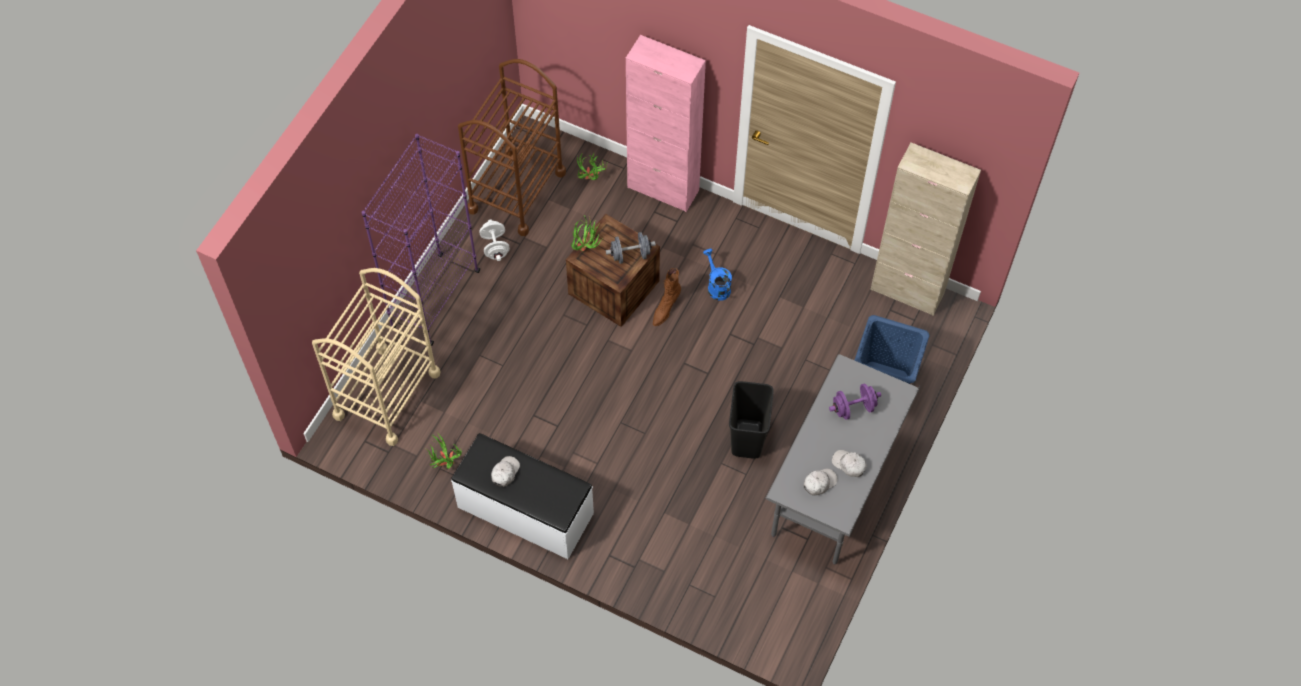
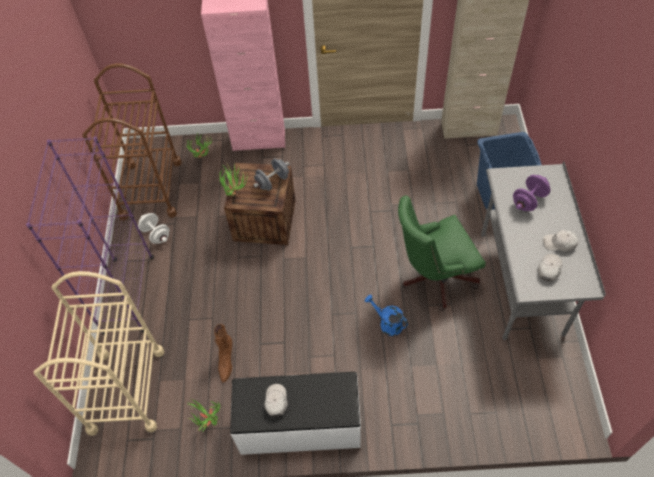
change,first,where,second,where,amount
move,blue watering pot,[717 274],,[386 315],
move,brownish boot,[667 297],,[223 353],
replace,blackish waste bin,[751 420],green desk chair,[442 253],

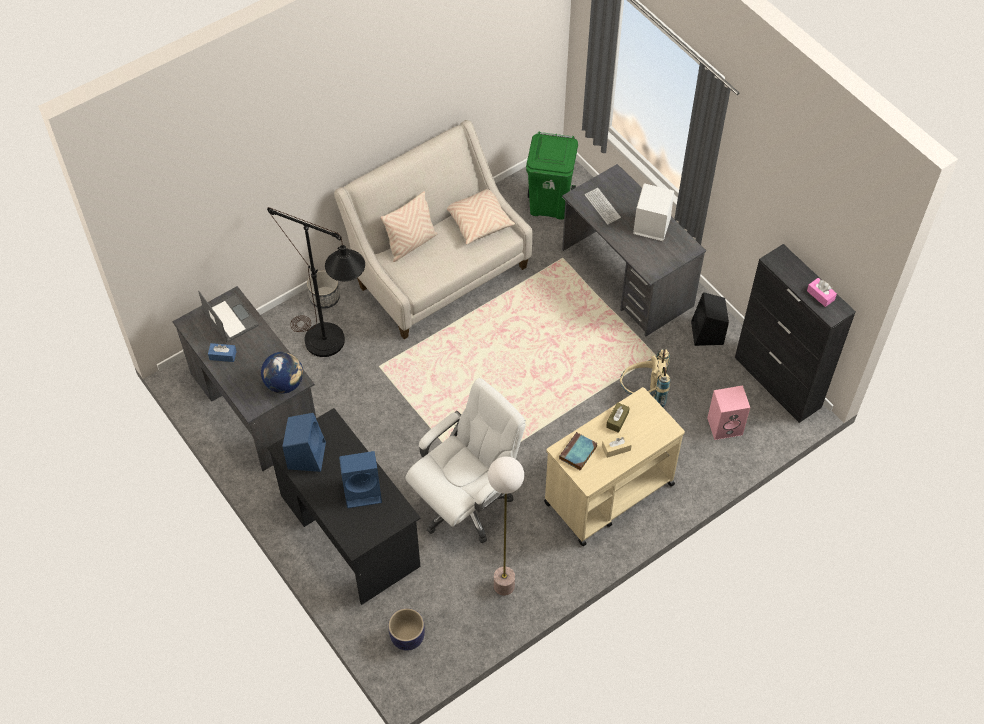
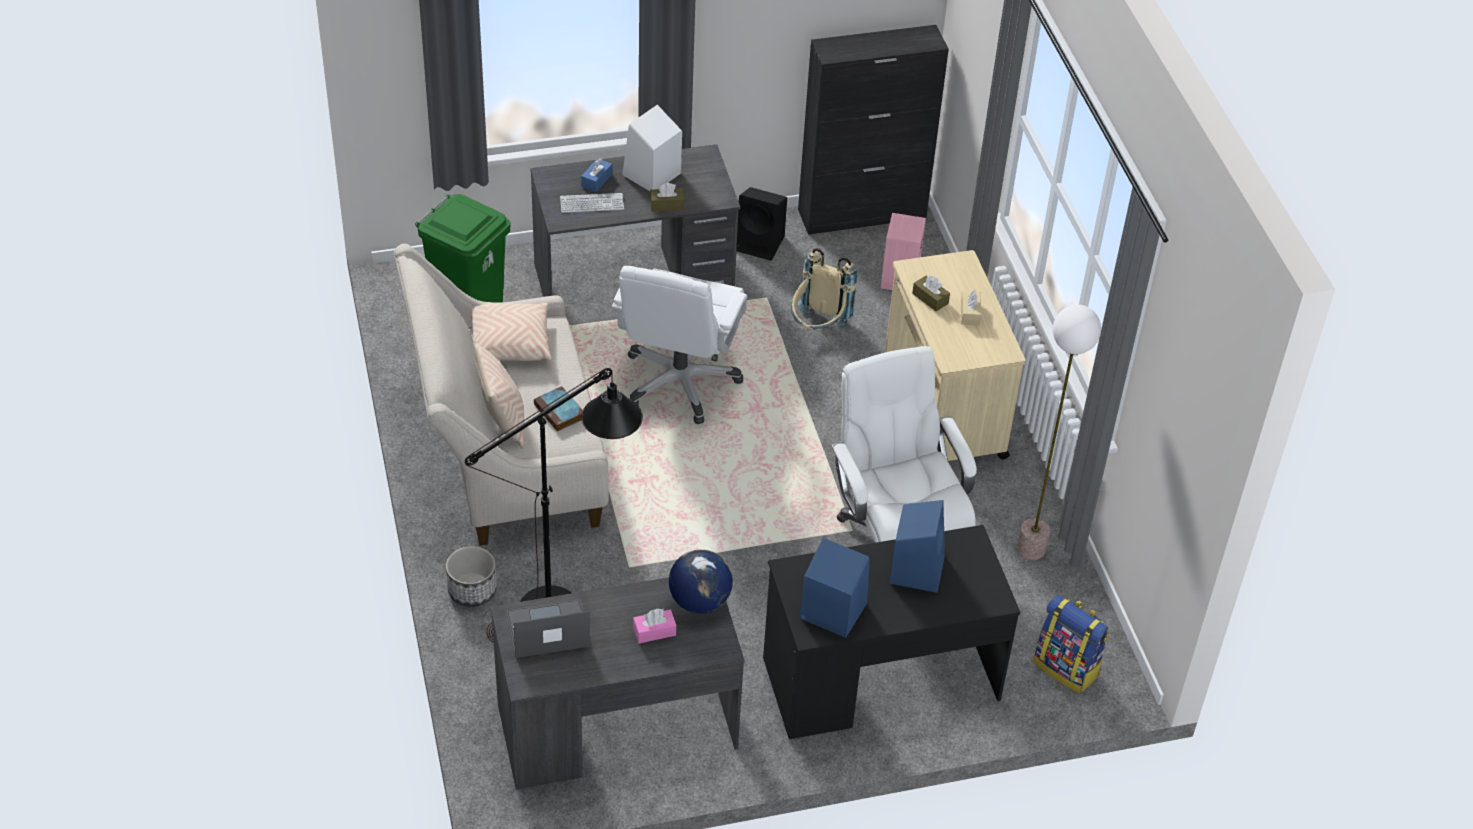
change,first,where,second,where,amount
move,pinkish tissue box,[822 292],,[654 625],
move,blue tissue box,[222 352],,[596 175],
move,bound book,[578 451],,[558 409],
replace,flower pot,[406 629],rucksack,[1071 644],
insert,,,brownish tissue box,[667 197],
insert,,,whitish desk chair,[679 345],

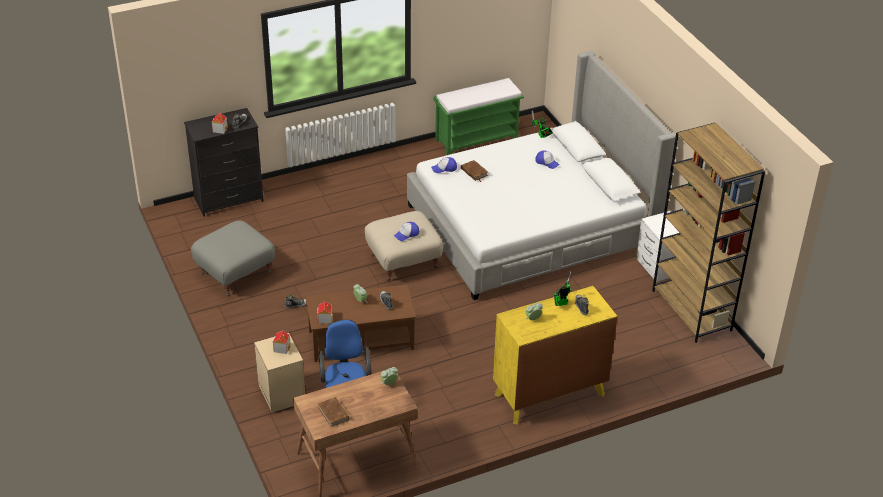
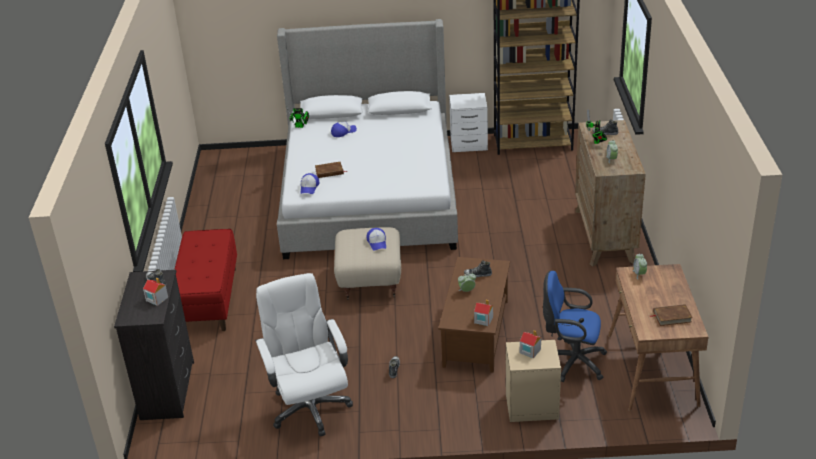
change,first,where,second,where,amount
delete,green long seat,[478 116],,,
replace,greyish ottoman,[233 258],whitish desk chair,[304 354],
recolor,yellowish dresser,[555 355],brownish dresser,[610 193],
insert,,,red long seat,[205 280],

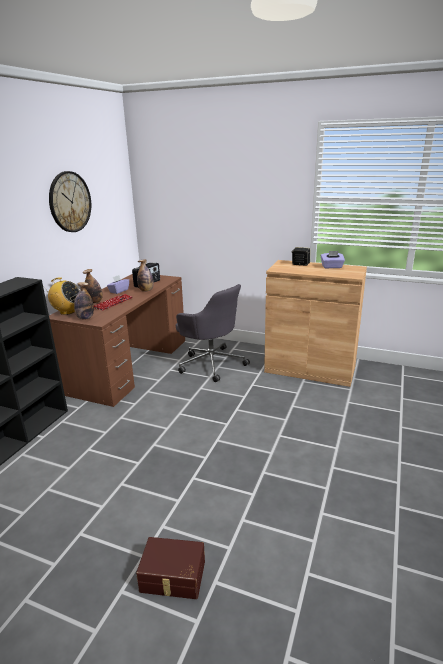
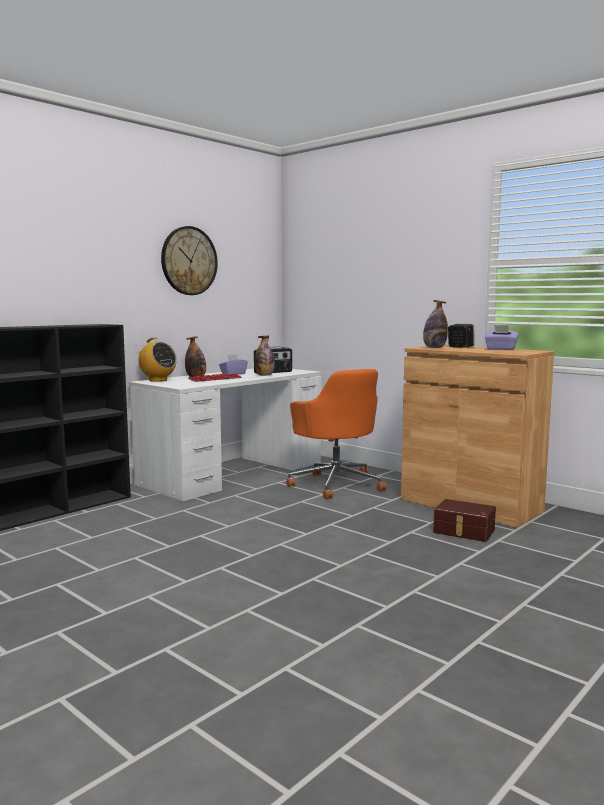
change,first,where,second,where,amount
recolor,brownish desk,[117 340],whitish desk,[225 435],
move,drink bottle,[84 301],,[435 324],
recolor,greyish desk chair,[213 333],orangey desk chair,[336 434],
move,brownish storage container,[170 568],,[464 520],

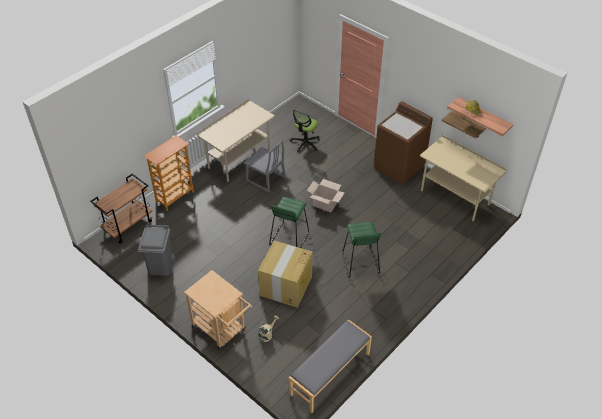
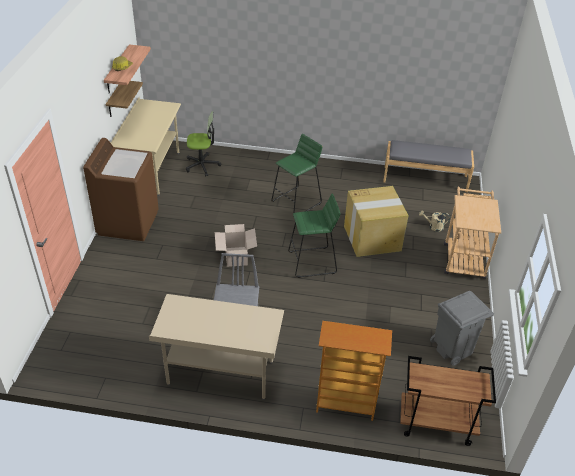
change,first,where,second,where,amount
move,desk chair,[305 131],,[203 144],

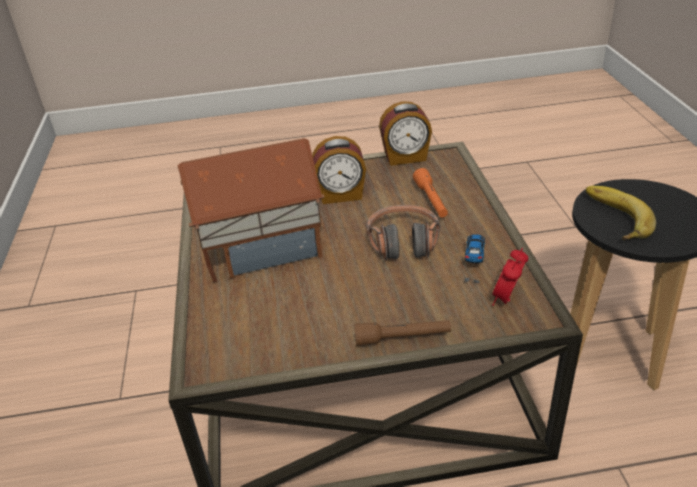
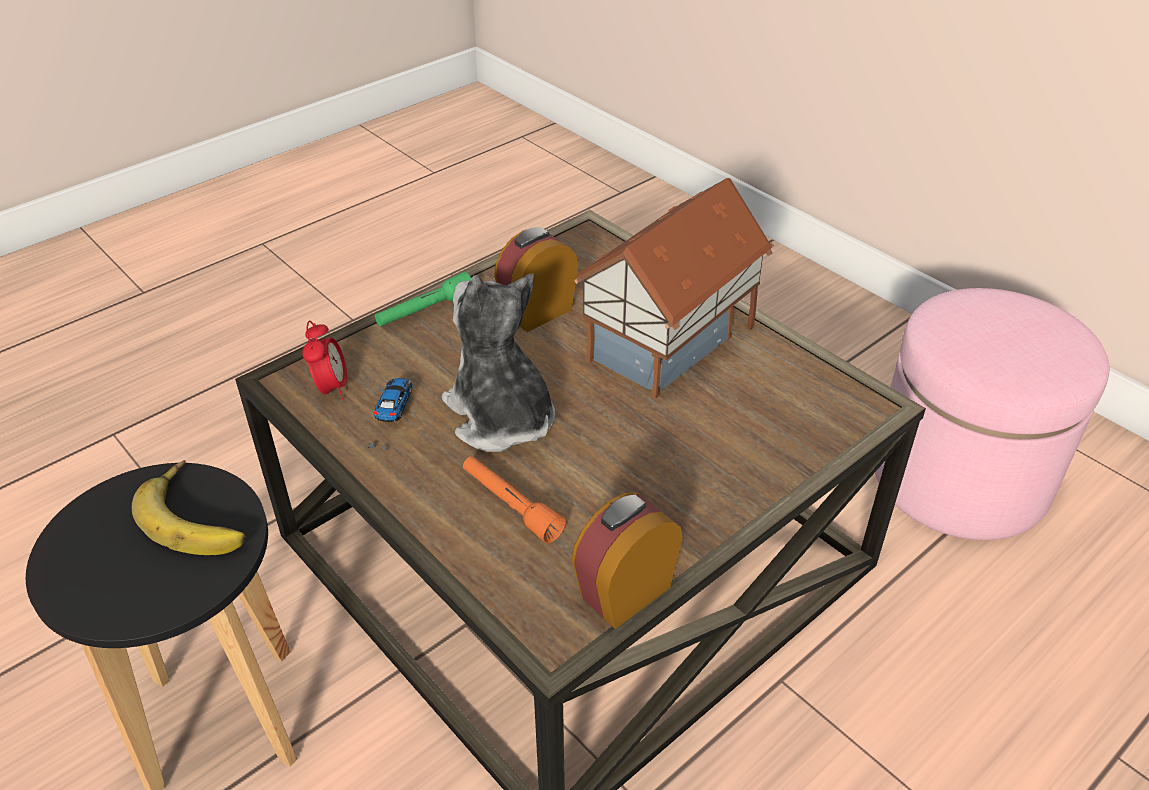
change,first,where,second,where,amount
move,bedside clock,[339 170],,[536 279],
replace,headset,[403 233],cuddly toy,[499 363],
rotate,miniature car,[474 258],,[390 414],150 degrees counterclockwise
recolor,brownish hand torch,[402 333],green hand torch,[423 299],
insert,,,pinkish ottoman,[992 414],

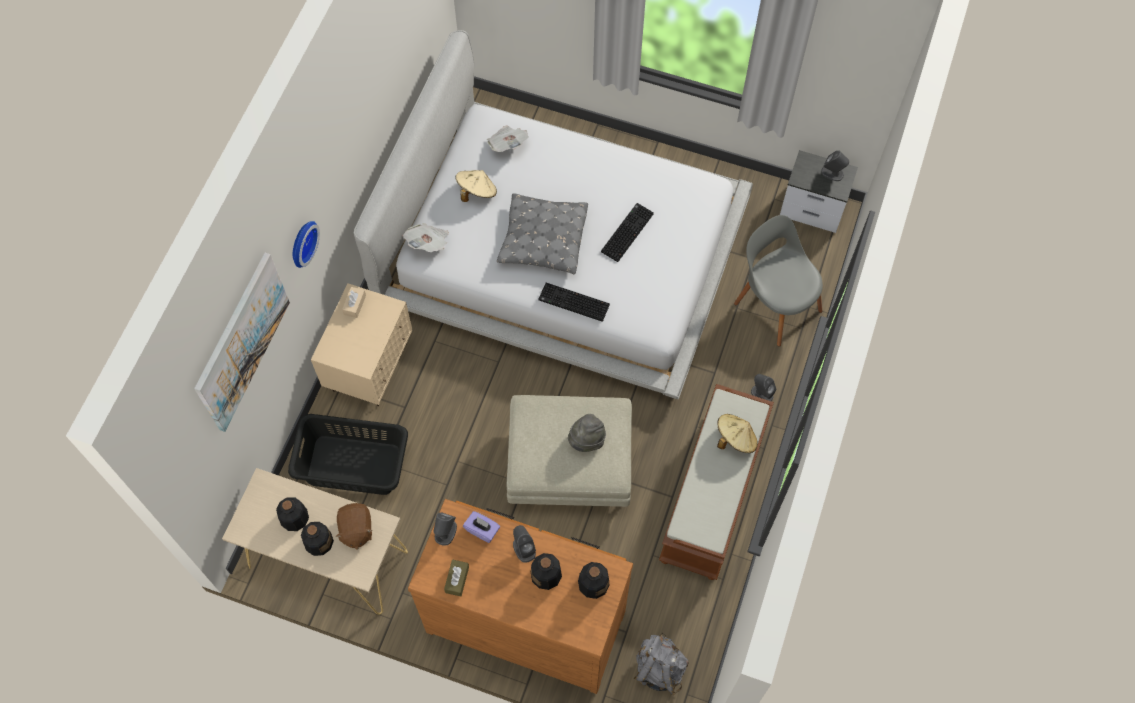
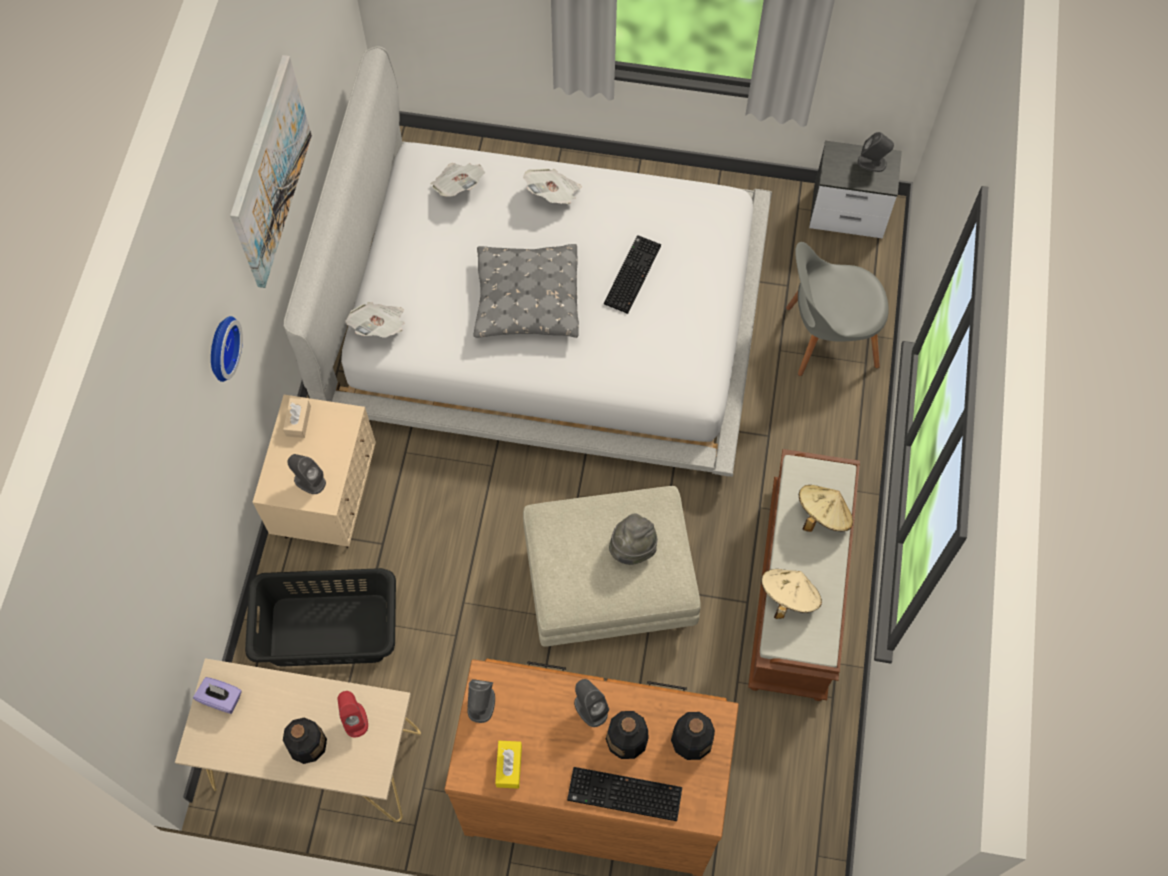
change,first,where,second,where,amount
move,beige-coloured hat,[476 186],,[791 594],
rotate,greyish plain chair,[778 281],,[837 309],45 degrees counterclockwise
move,wall art,[242 342],,[271 171],
move,computer keyboard,[574 302],,[624 794],
move,greyish speaker,[763 387],,[306 474],
delete,drink bottle,[292 514],,,
replace,brownish cuddly toy,[354 526],red speaker,[353 714],
move,purple tissue box,[481 527],,[217 695],
recolor,brownish tissue box,[456 577],yellowish tissue box,[508 765],
delete,greyish rucksack,[661 664],,,
insert,,,printed paper,[552 186],

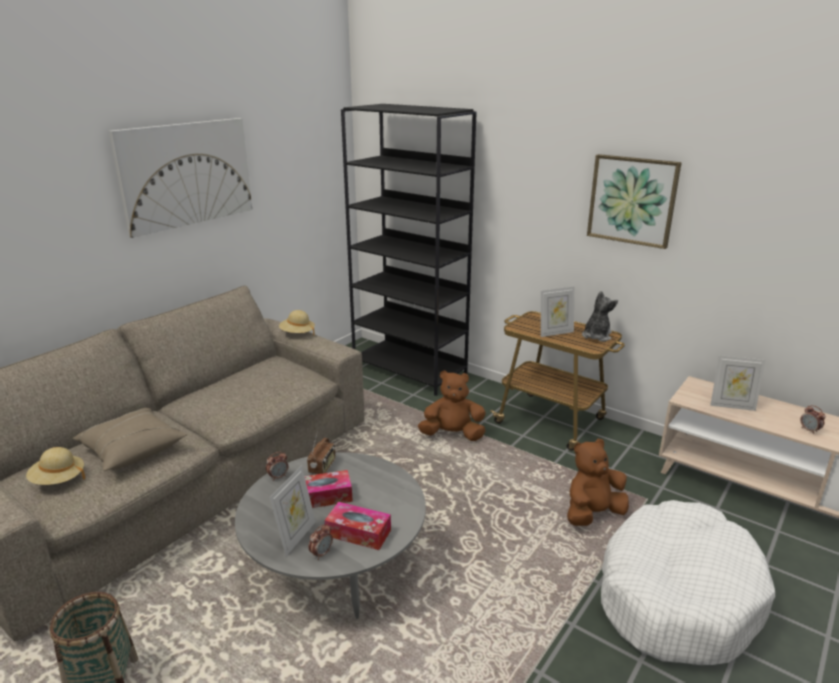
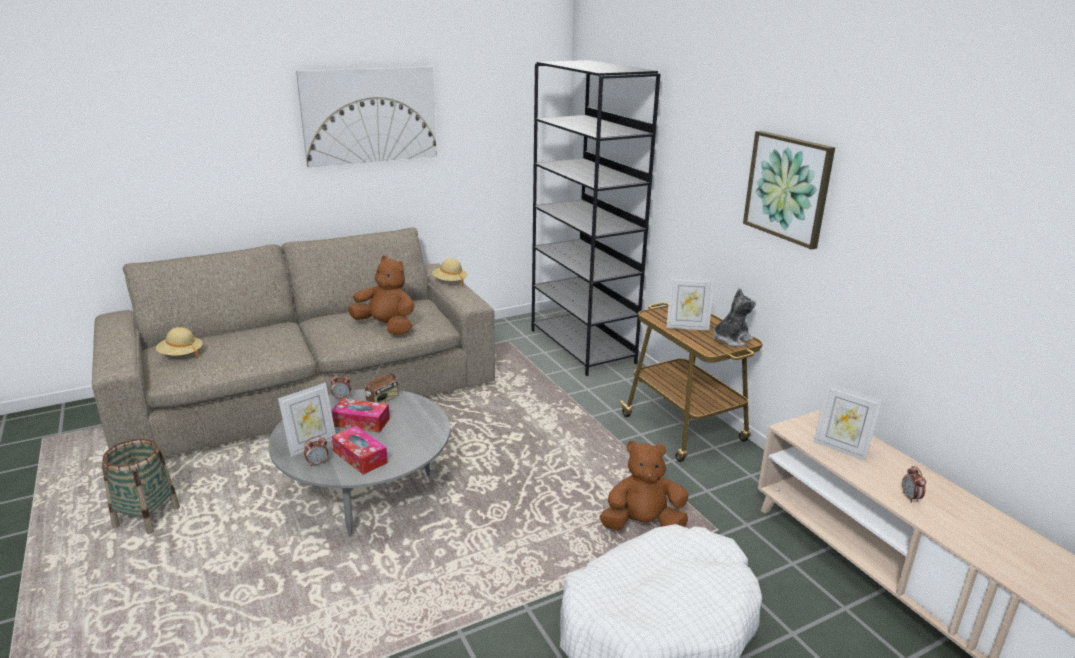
change,first,where,second,where,amount
move,brownish cuddly toy,[452 405],,[381 295],
delete,beige-coloured throw pillow,[130 439],,,

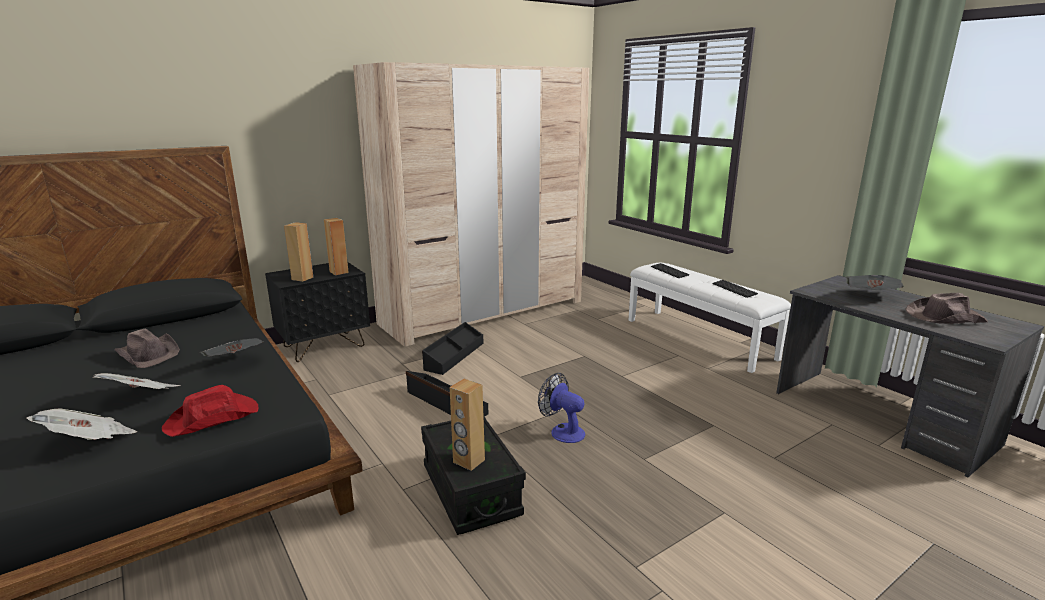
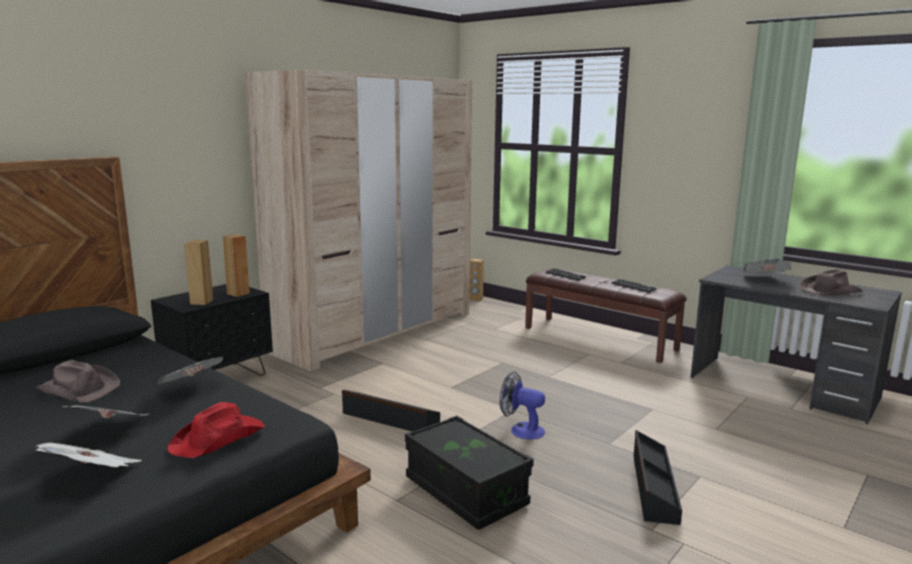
change,first,where,second,where,amount
recolor,whitish long seat,[710 318],brownish long seat,[606 315],
move,blackish storage container,[452 348],,[658 477],
move,brownish speaker,[467 425],,[476 280],

